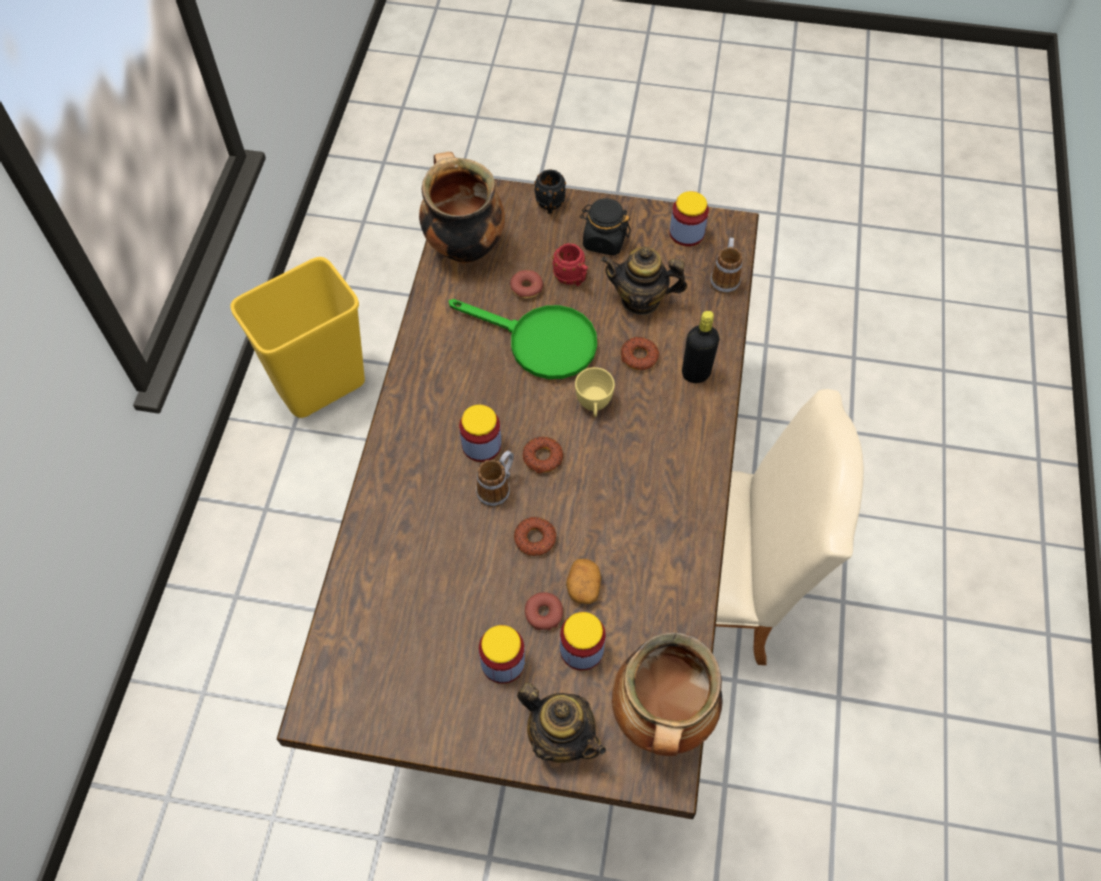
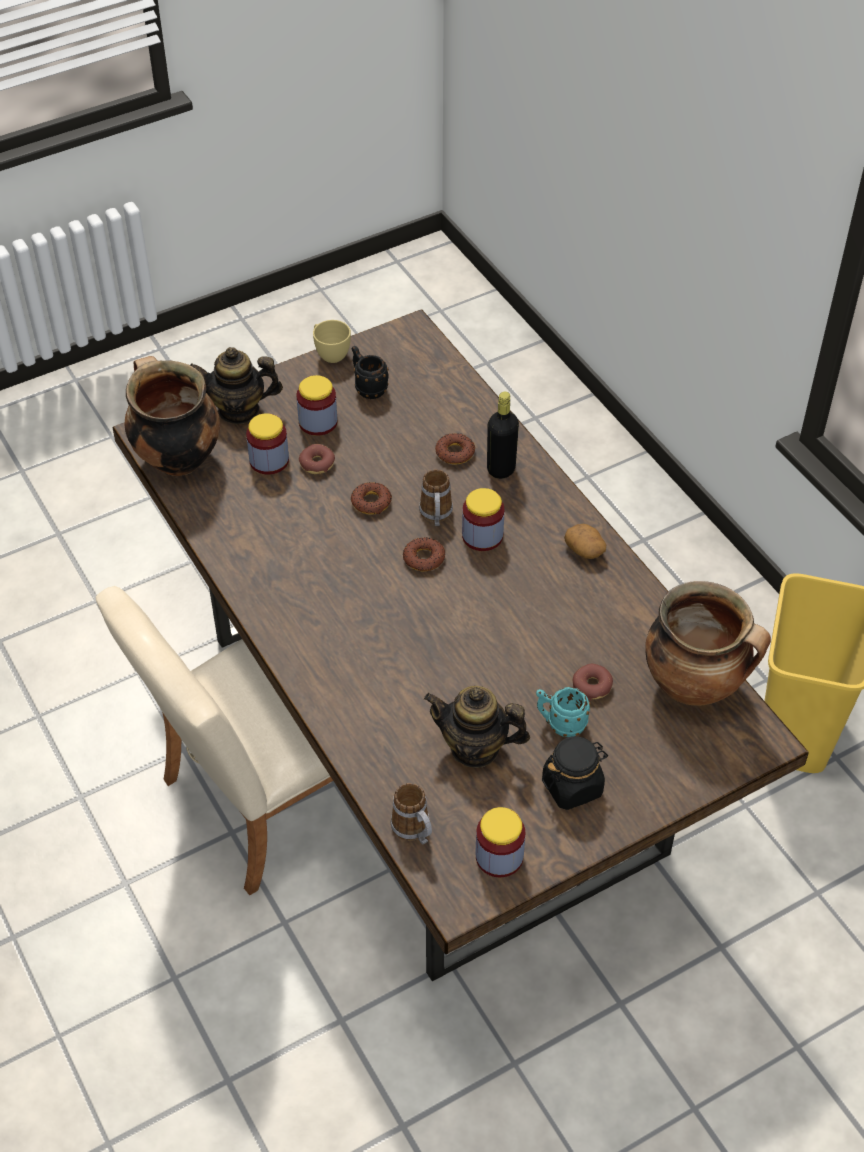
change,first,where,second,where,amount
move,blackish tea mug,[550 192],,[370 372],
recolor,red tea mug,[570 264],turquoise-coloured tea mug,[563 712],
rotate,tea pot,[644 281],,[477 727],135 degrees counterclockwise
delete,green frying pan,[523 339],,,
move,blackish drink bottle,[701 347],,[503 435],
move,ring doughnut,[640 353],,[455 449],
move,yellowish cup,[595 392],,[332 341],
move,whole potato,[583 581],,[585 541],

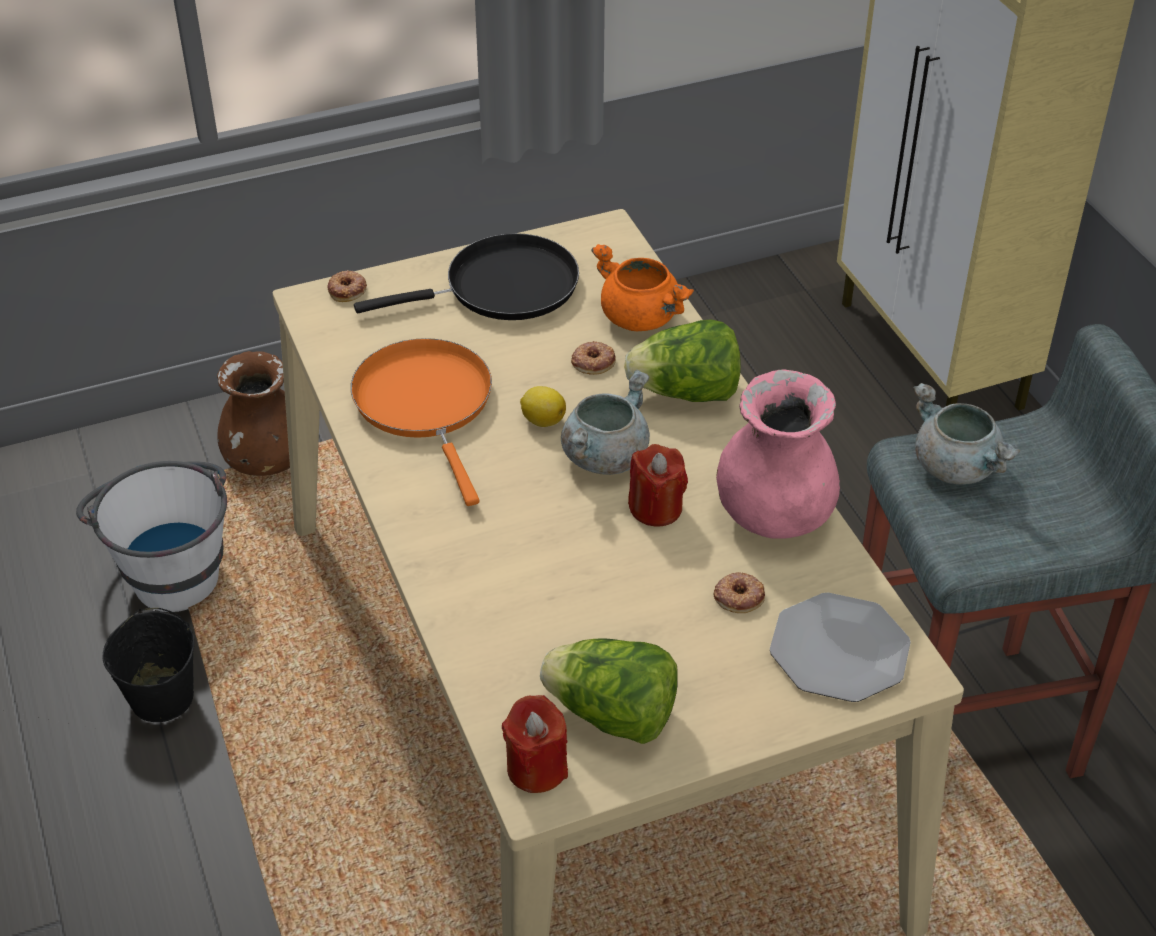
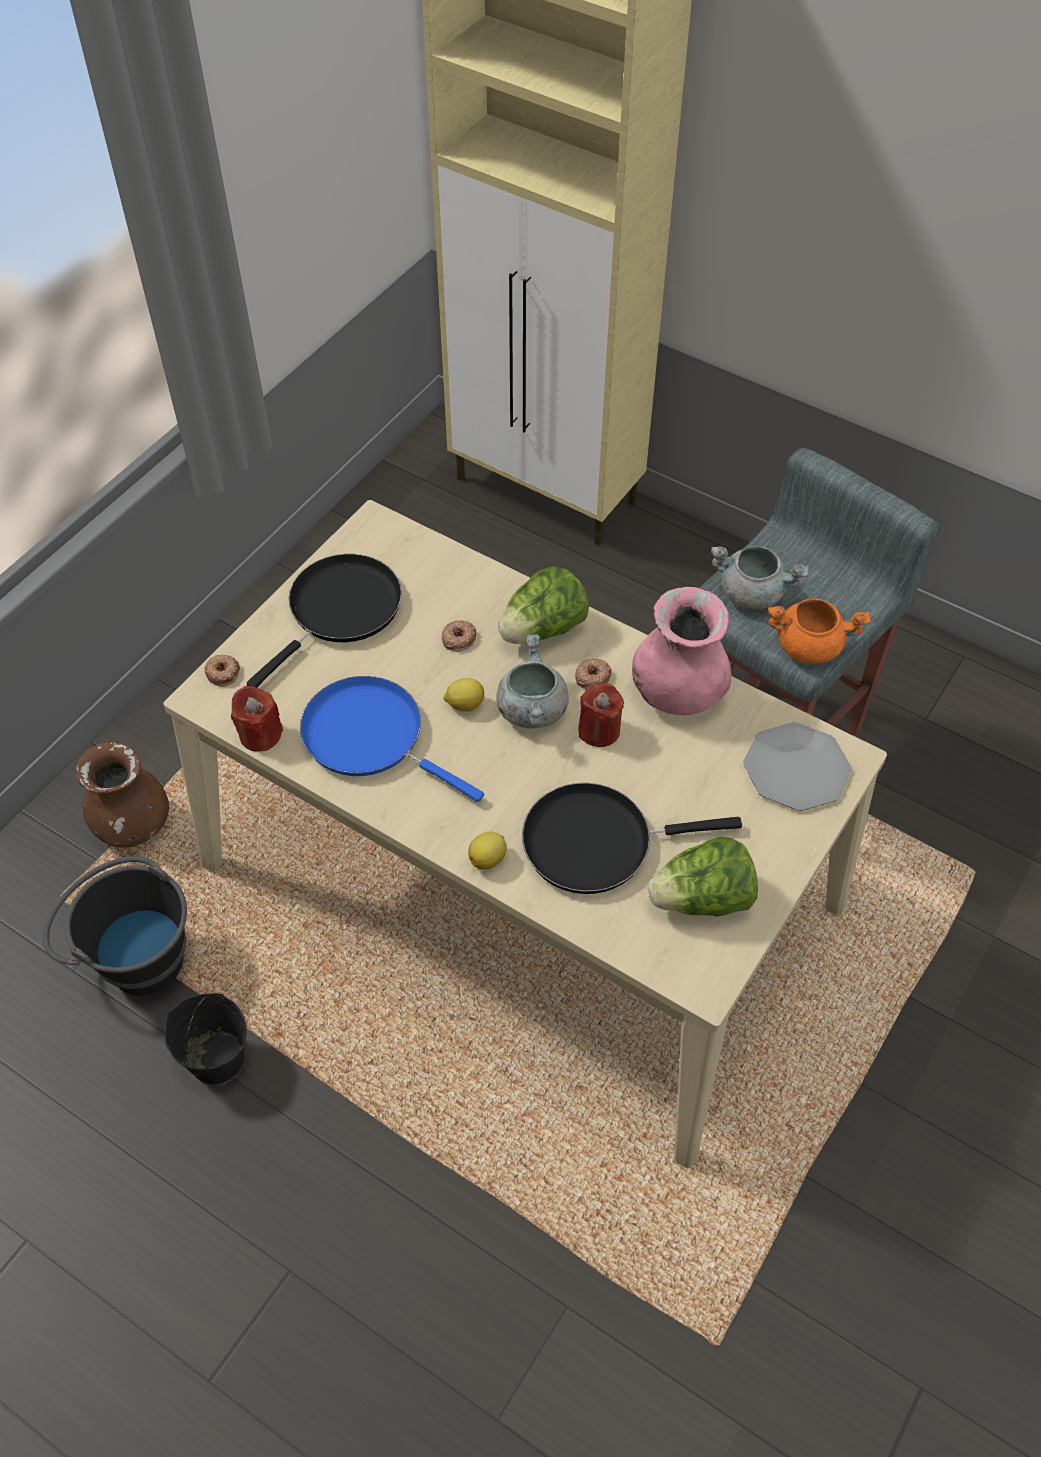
change,first,where,second,where,amount
move,orangey saucepot,[643 287],,[819 631],
recolor,orangey frying pan,[421 422],blue frying pan,[392 739],
recolor,whitish pail,[151 536],blackish pail,[115 926],
move,ring doughnut,[739 592],,[593 673],
move,red wax candle,[535 744],,[257 718],
insert,,,blackish frying pan,[632 838],
insert,,,citrus fruit,[487 851],

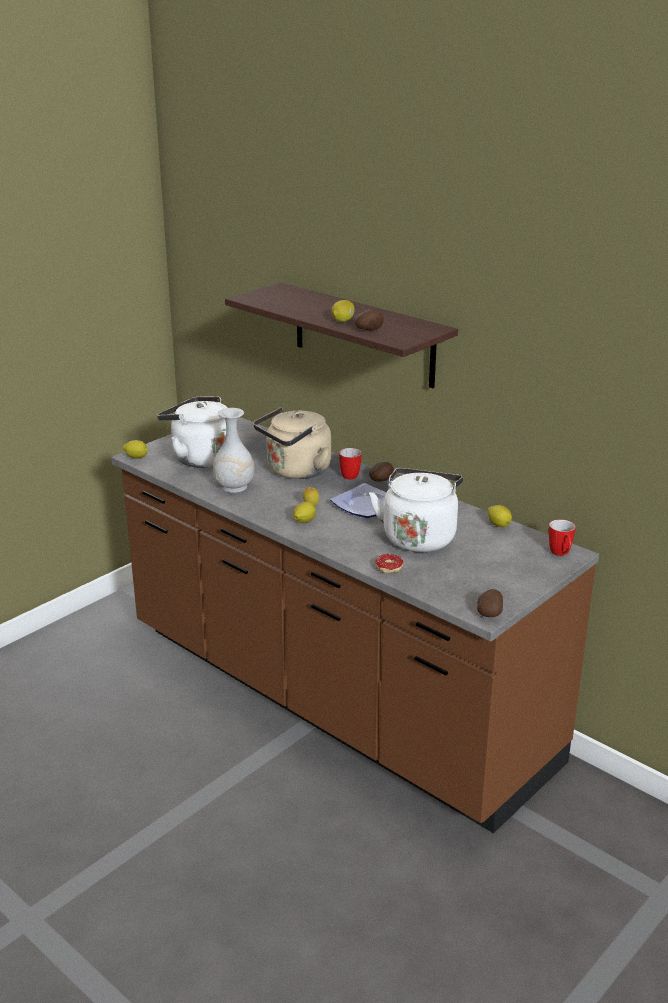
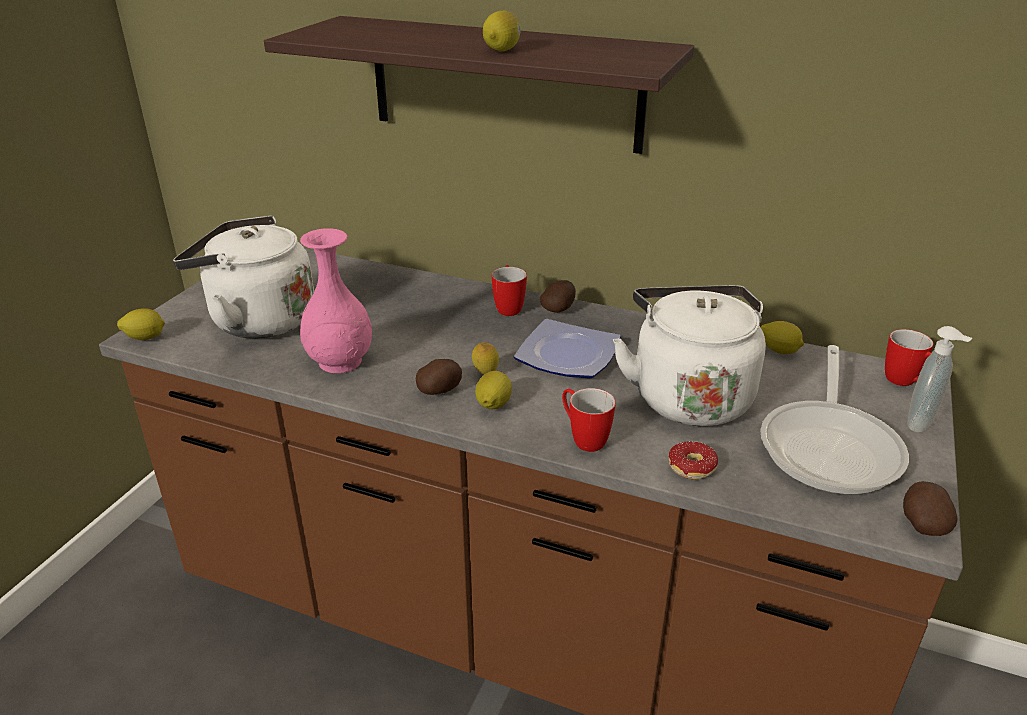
change,first,where,second,where,amount
move,whole potato,[369 319],,[439 377],
delete,beige-coloured water kettle,[292 443],,,
recolor,whitish vase,[234 450],pinkish vase,[336 300],
insert,,,liquid soap bottle,[939 379],
insert,,,frying pan,[834 420],
insert,,,tea mug,[589 420],

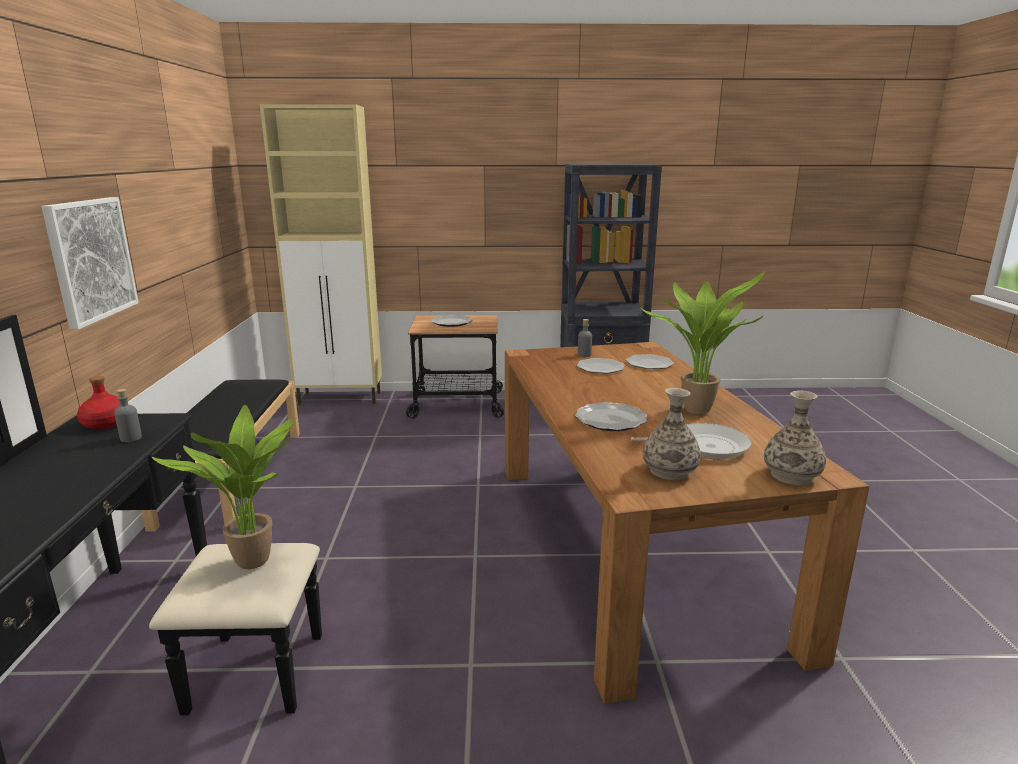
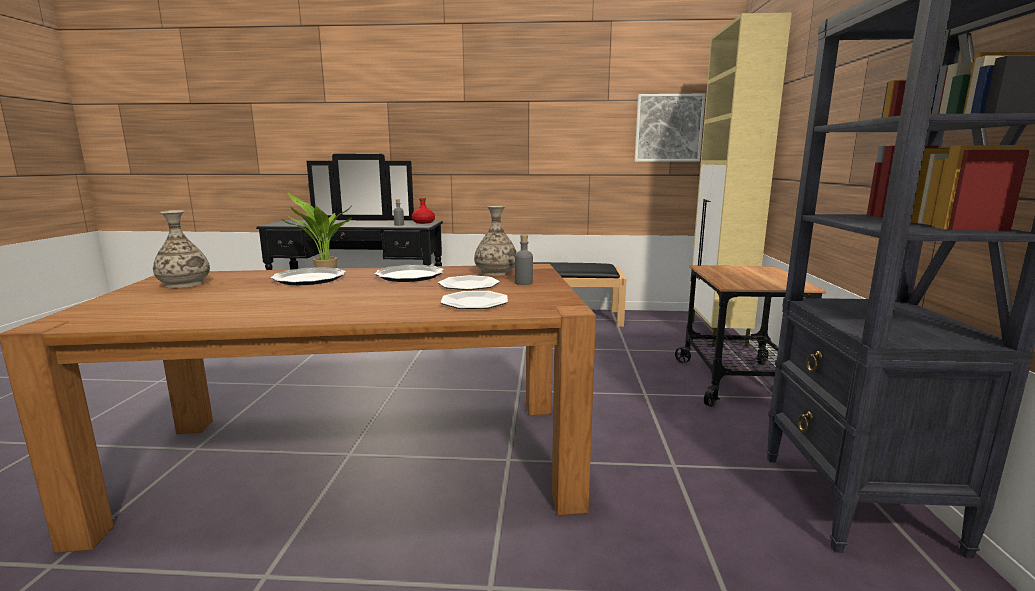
change,first,where,second,where,amount
move,wall art,[90 263],,[670 128],
delete,plant in a pot,[702 343],,,
move,plate,[451 321],,[409 273],
move,vase,[795 438],,[495 241],
delete,frying pan,[691 441],,,

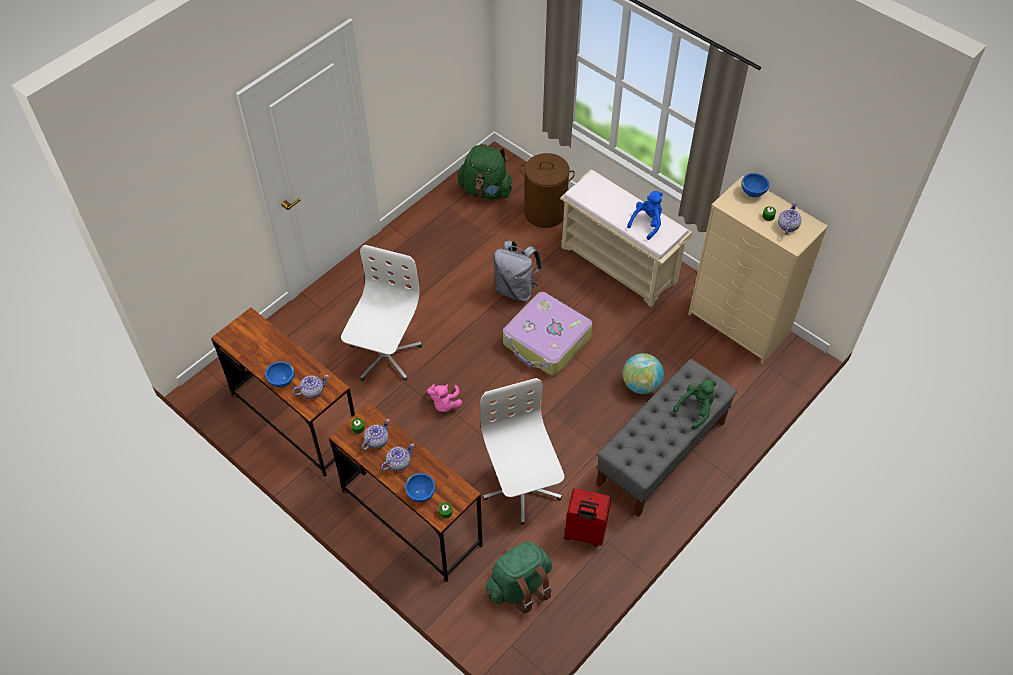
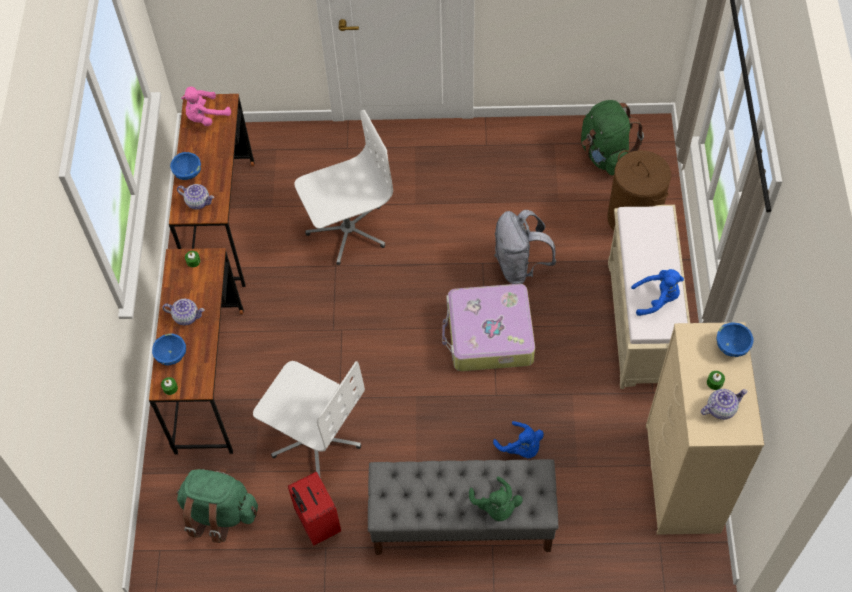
change,first,where,second,where,amount
replace,desk globe,[643 373],blue cuddly toy,[518 439],
rotate,whitish desk chair,[522 451],,[309 420],90 degrees clockwise
rotate,green cuddly toy,[695 404],,[496 499],60 degrees clockwise
move,pinkish cuddly toy,[444 398],,[206 106],
delete,tea pot,[376 434],,,

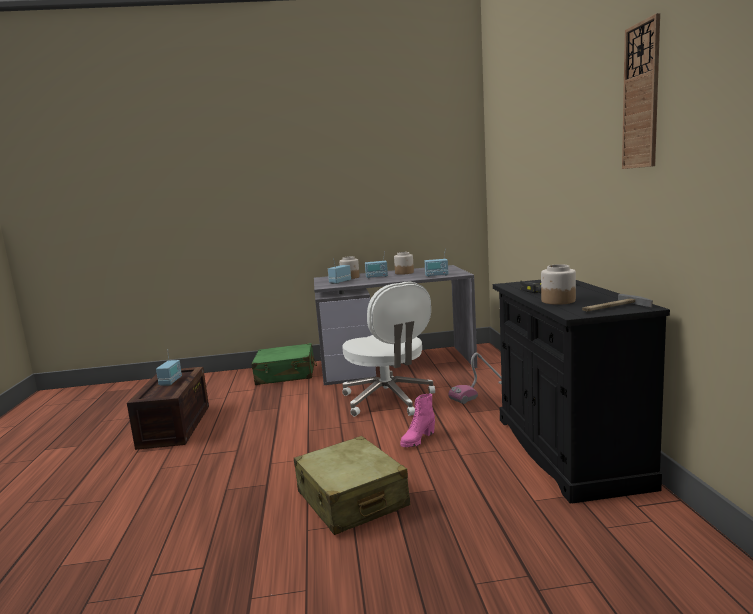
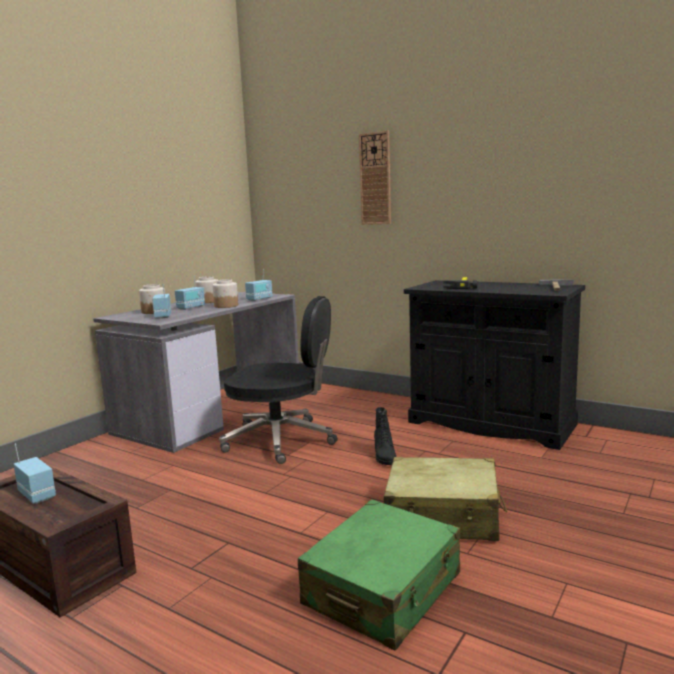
change,first,where,second,where,amount
move,hanging clock,[641 91],,[375 178],
move,preserve jar,[558 284],,[225 293],
recolor,whitish desk chair,[388 349],blackish desk chair,[278 380],
move,green piece of luggage,[284 364],,[379 575],
delete,hoover,[475 378],,,
recolor,pinkish boot,[417 420],blackish boot,[385 436],

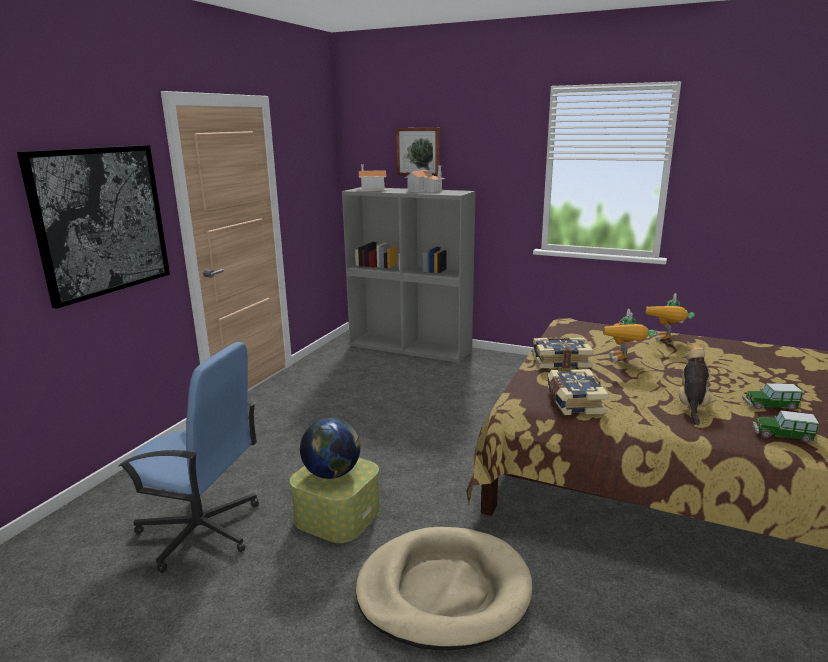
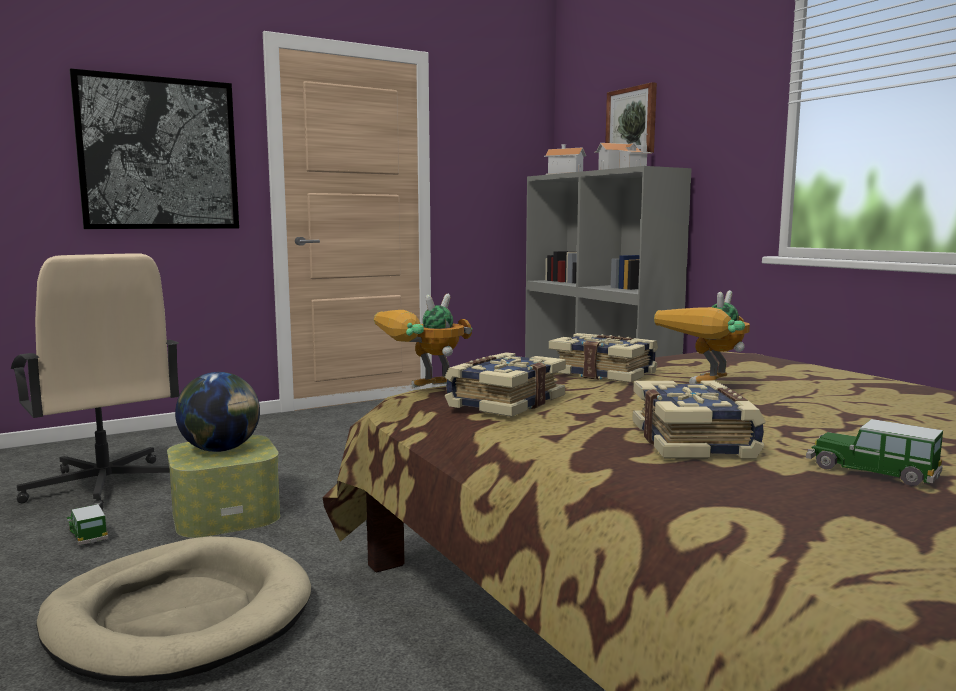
change,first,where,second,where,amount
move,toy robot,[670 317],,[423 341],
replace,cuddly toy,[698 383],bound book,[699 419],
recolor,blue desk chair,[188 457],beige-coloured desk chair,[95 381],
move,miniature car,[785 426],,[87 525],

